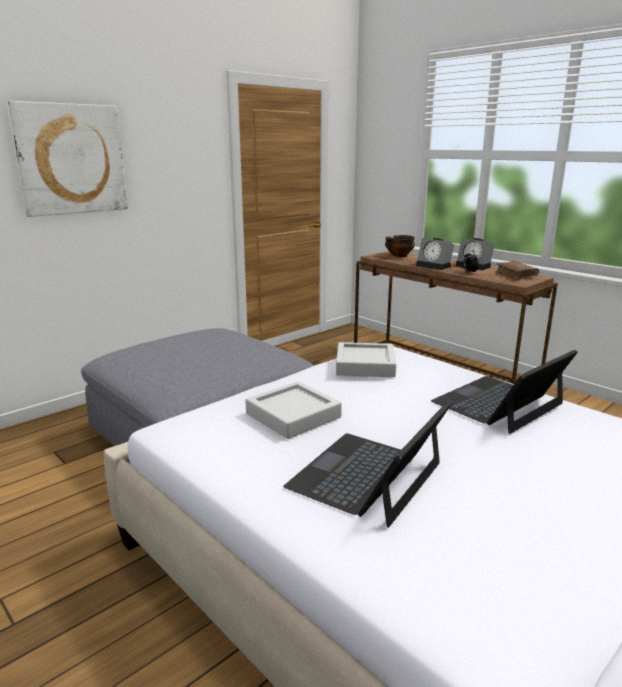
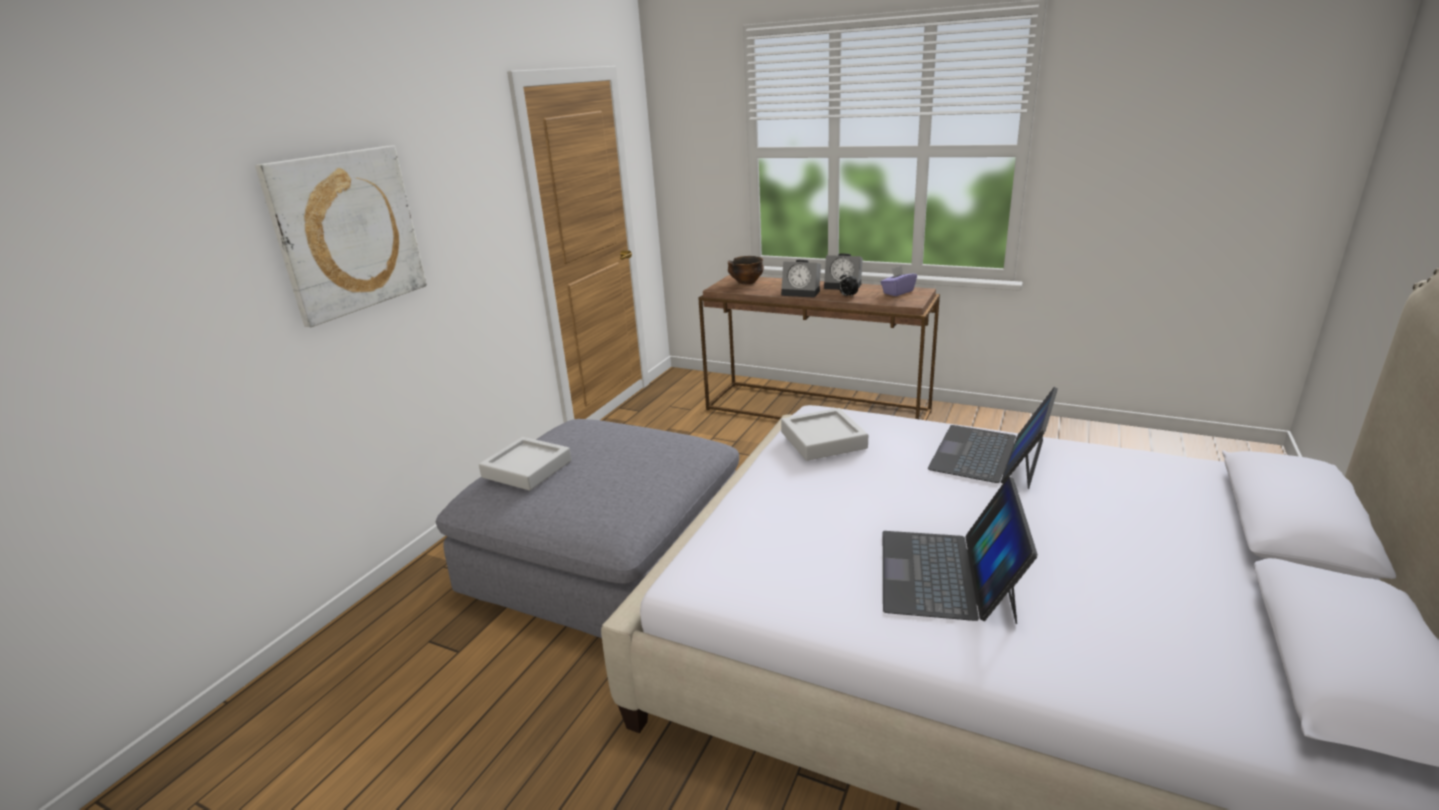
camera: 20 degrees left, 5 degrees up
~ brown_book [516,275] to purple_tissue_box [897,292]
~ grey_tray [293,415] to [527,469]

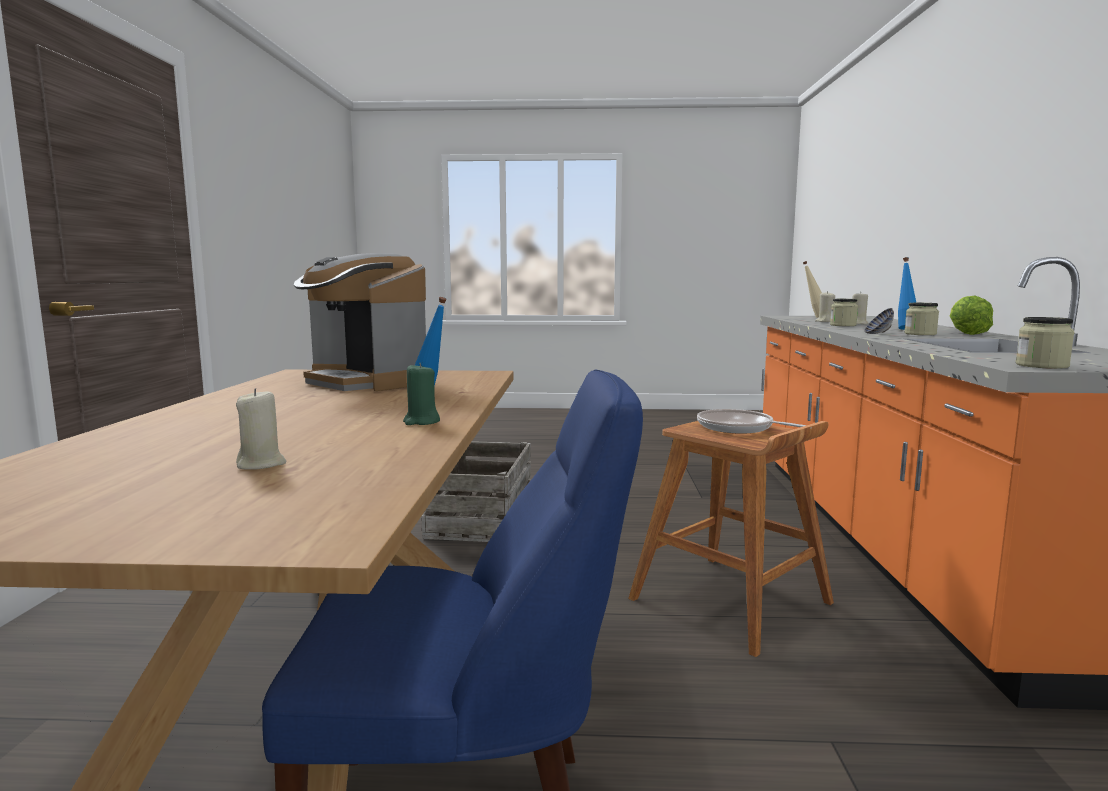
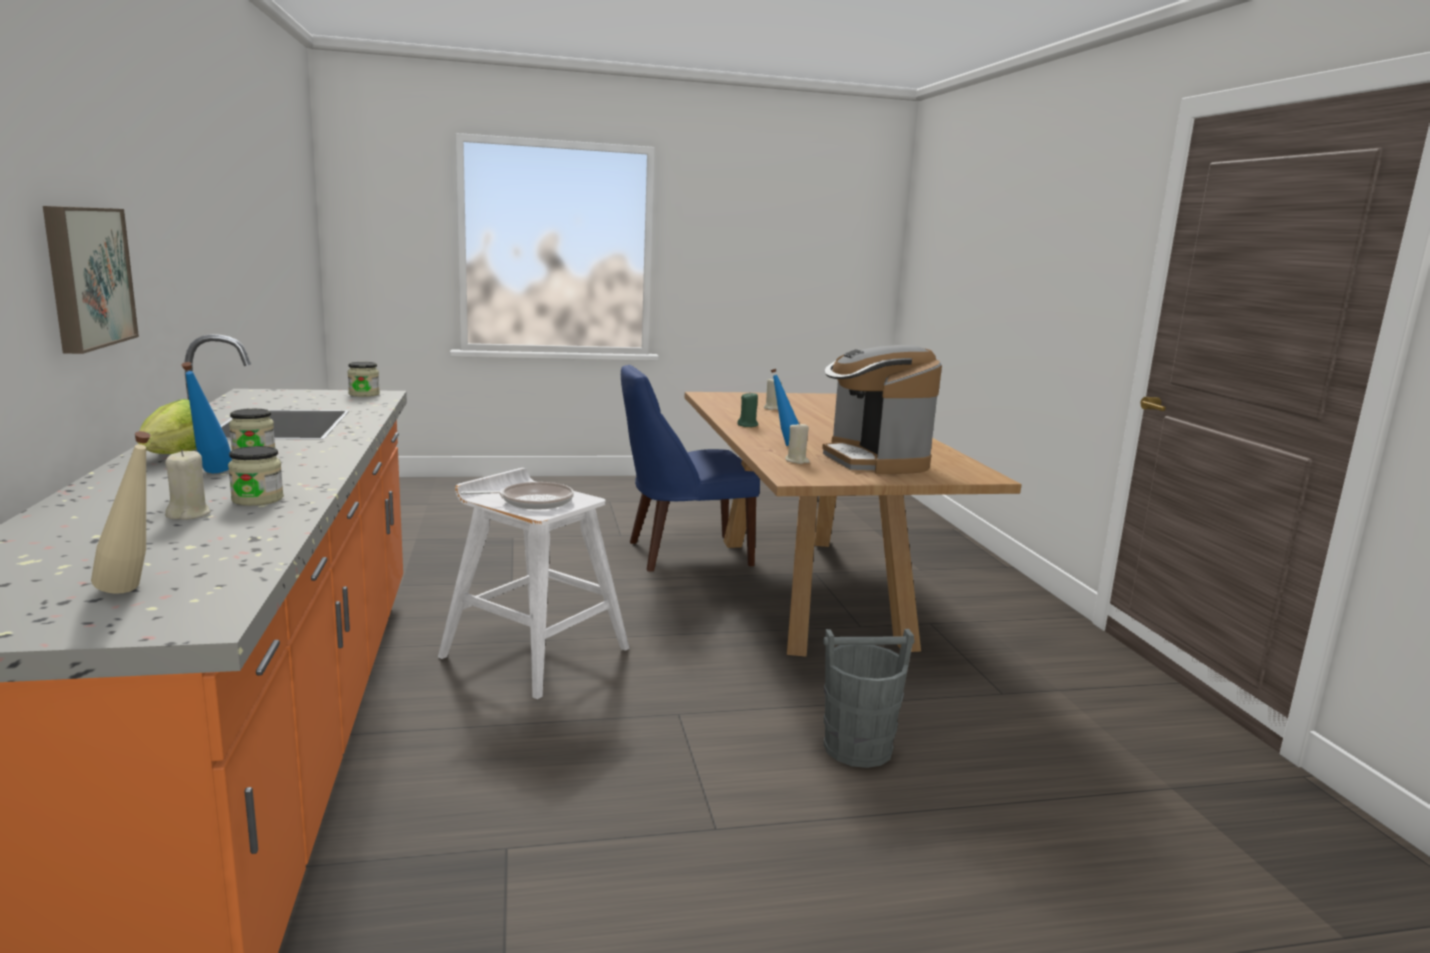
camera: 165 degrees right, 5 degrees up
~ coffee_machine [366,382] = [874,461] 135 degrees counterclockwise
~ beige_candle [825,321] to [797,461]
- bowl [878,334]
~ frying_pan [739,428] = [532,502] 45 degrees counterclockwise
~ brown_stool [732,601] to white_stool [534,652]
~ crate [480,517] to grey_bucket [858,748]
+ picture [85,277]

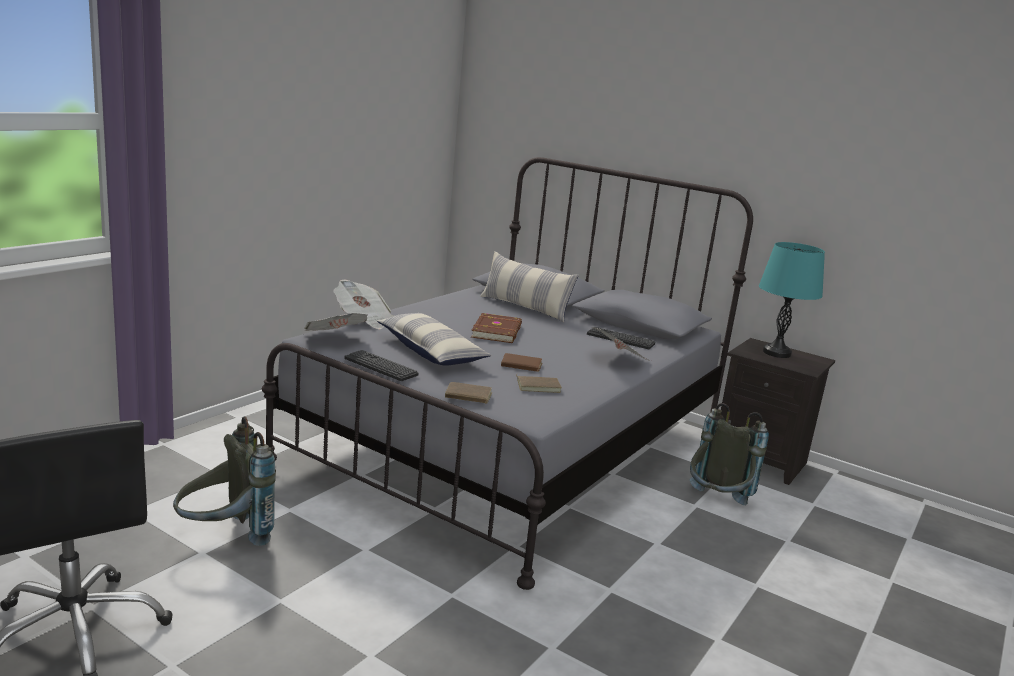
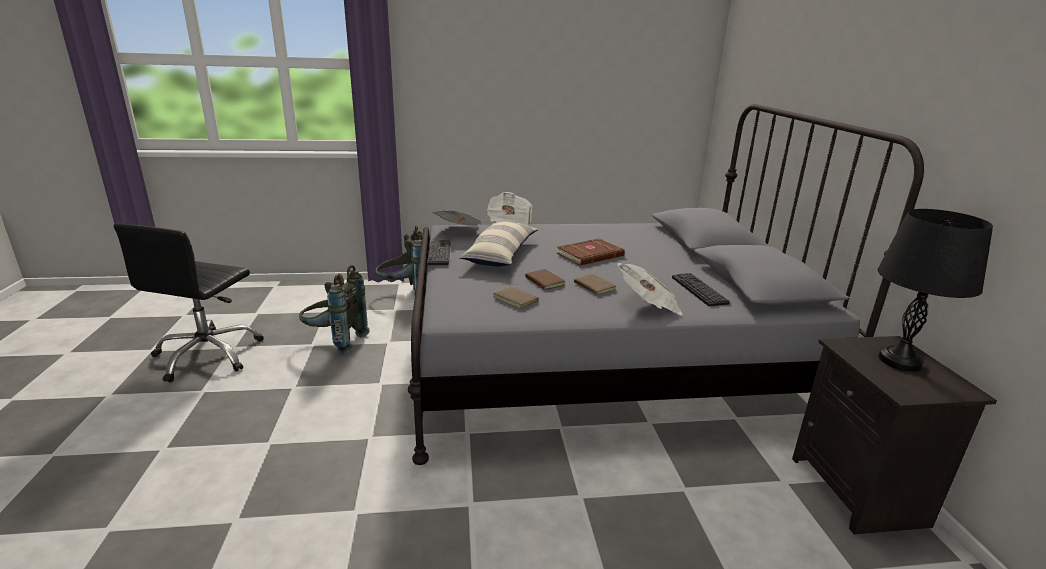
camera: 50 degrees right, 5 degrees up
~ turquoise_table_lamp [776,353] to black_table_lamp [899,361]
- pillow [524,308]
~ brown_book [468,396] to [593,287]
~ grey_backpack [716,505] to [404,293]

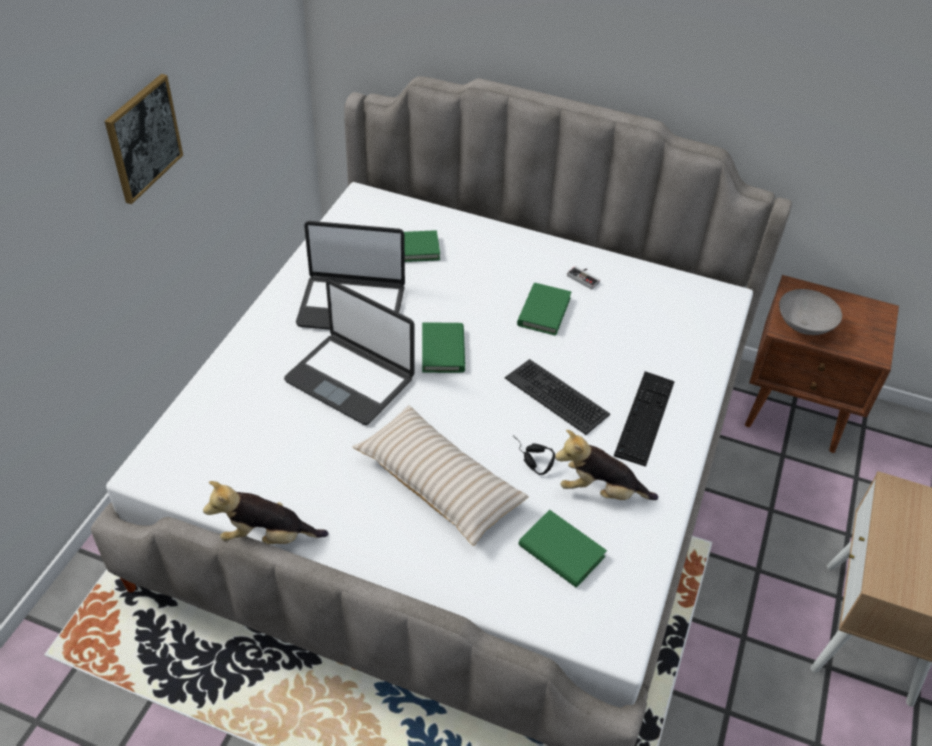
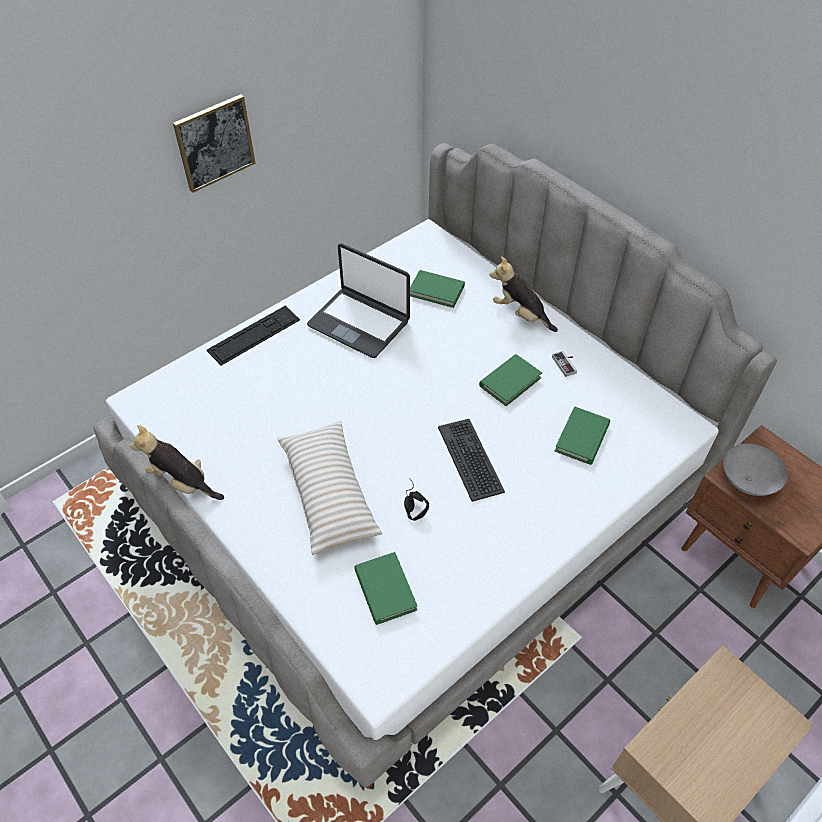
camera: 30 degrees right, 5 degrees up
- laptop [350,379]
~ green_book [443,350] to [582,438]
~ keyboard [645,417] to [254,335]
~ plush_toy [600,491] to [520,314]

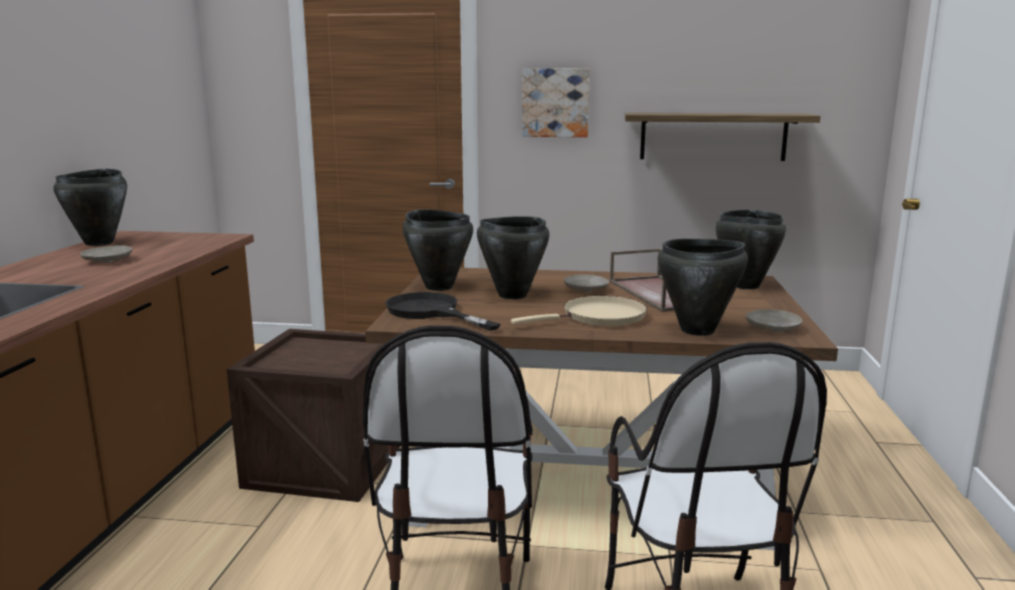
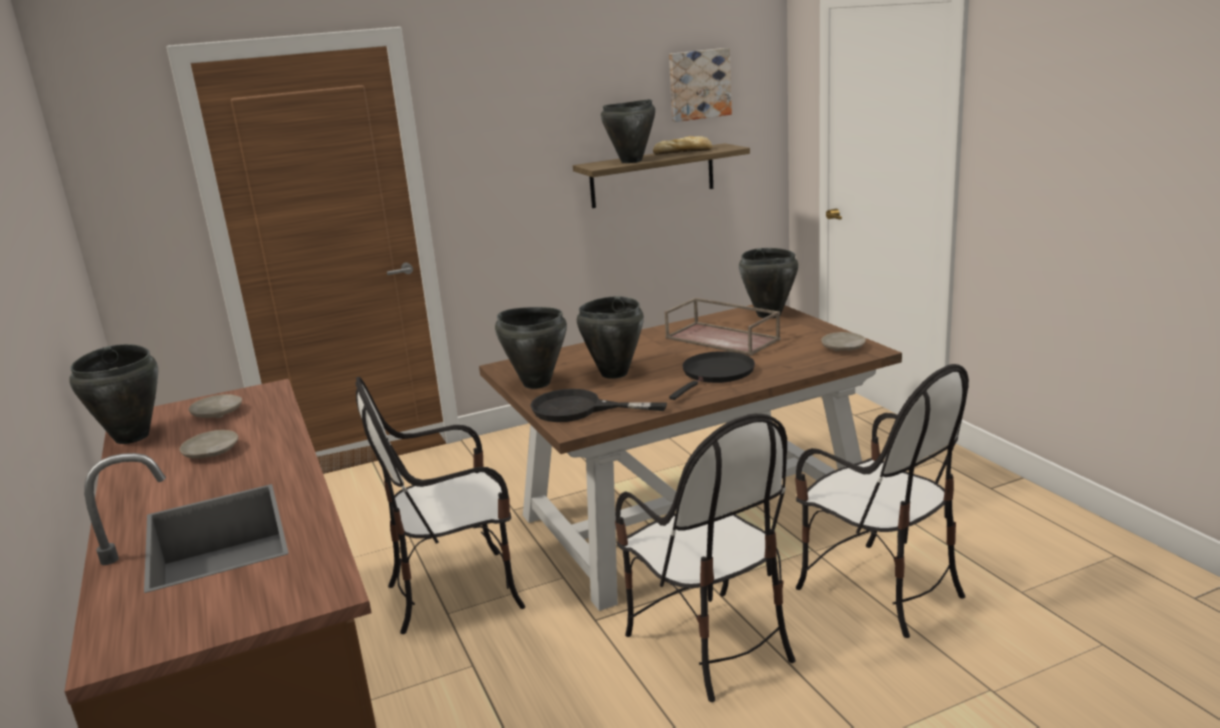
camera: 30 degrees left, 5 degrees up
~ picture [555,102] to [698,84]
~ black_cooking_pot [698,330] to [632,161]
~ beige_plate [586,290] to [218,414]
~ beige_frying_pan [599,317] to black_frying_pan [716,374]
~ crate [325,464] to chair [457,592]
+ bread [684,152]

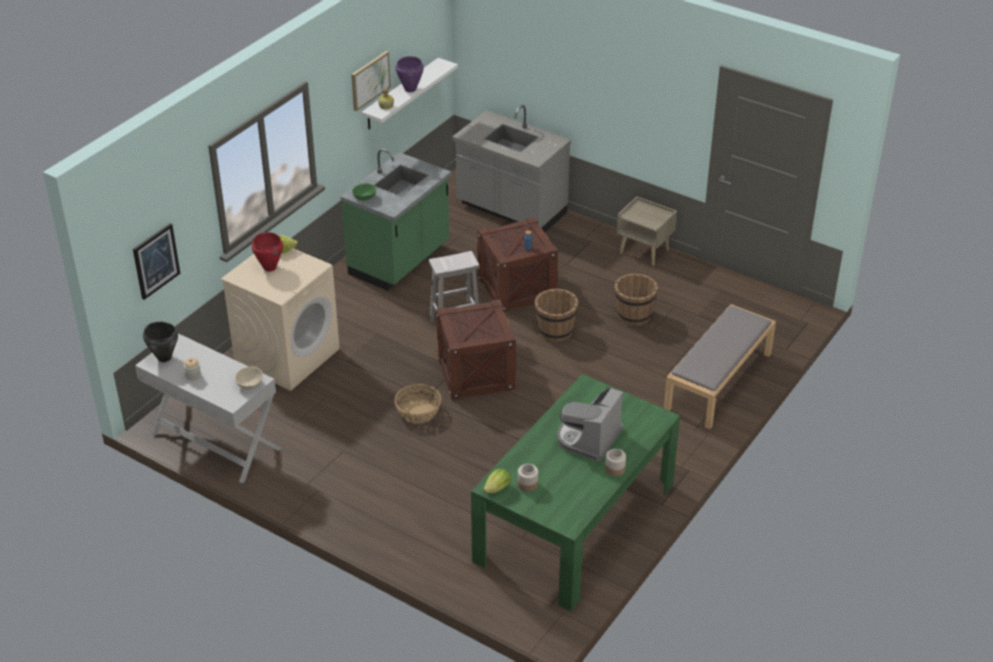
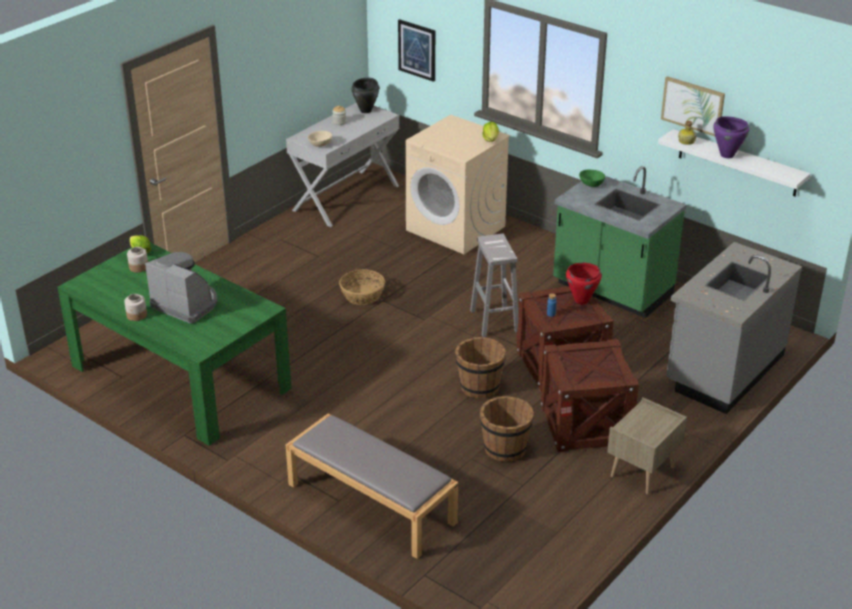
camera: 95 degrees right, 5 degrees down
~ red_cooking_pot [269,268] to [581,300]
~ crate [476,374] to [585,424]

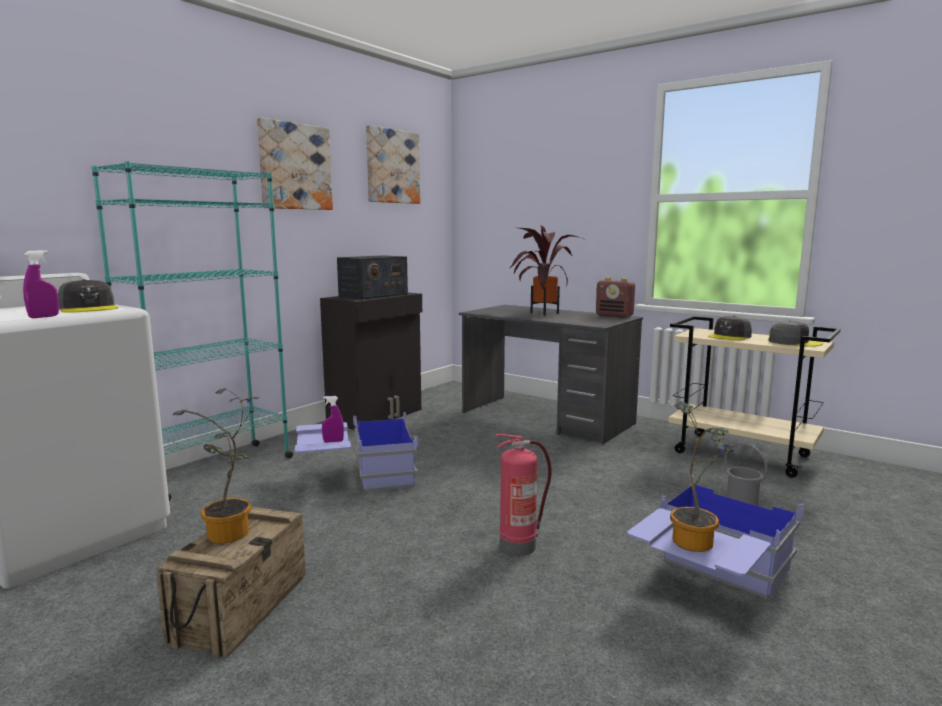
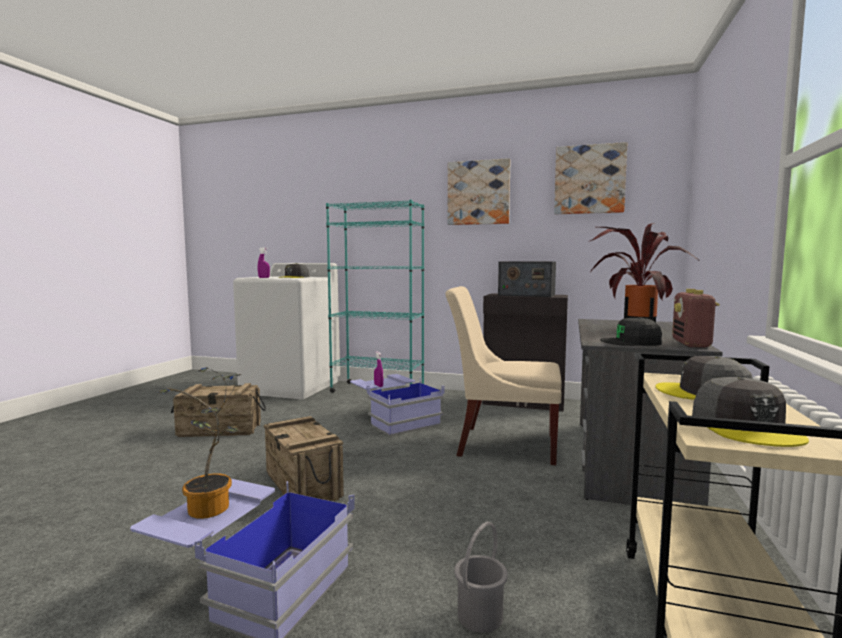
camera: 70 degrees right, 5 degrees down
- potted_plant [230,536]
~ fire_extinguisher [519,546] to crate [303,484]
+ beige_chair [502,444]
+ black_cap [631,342]

